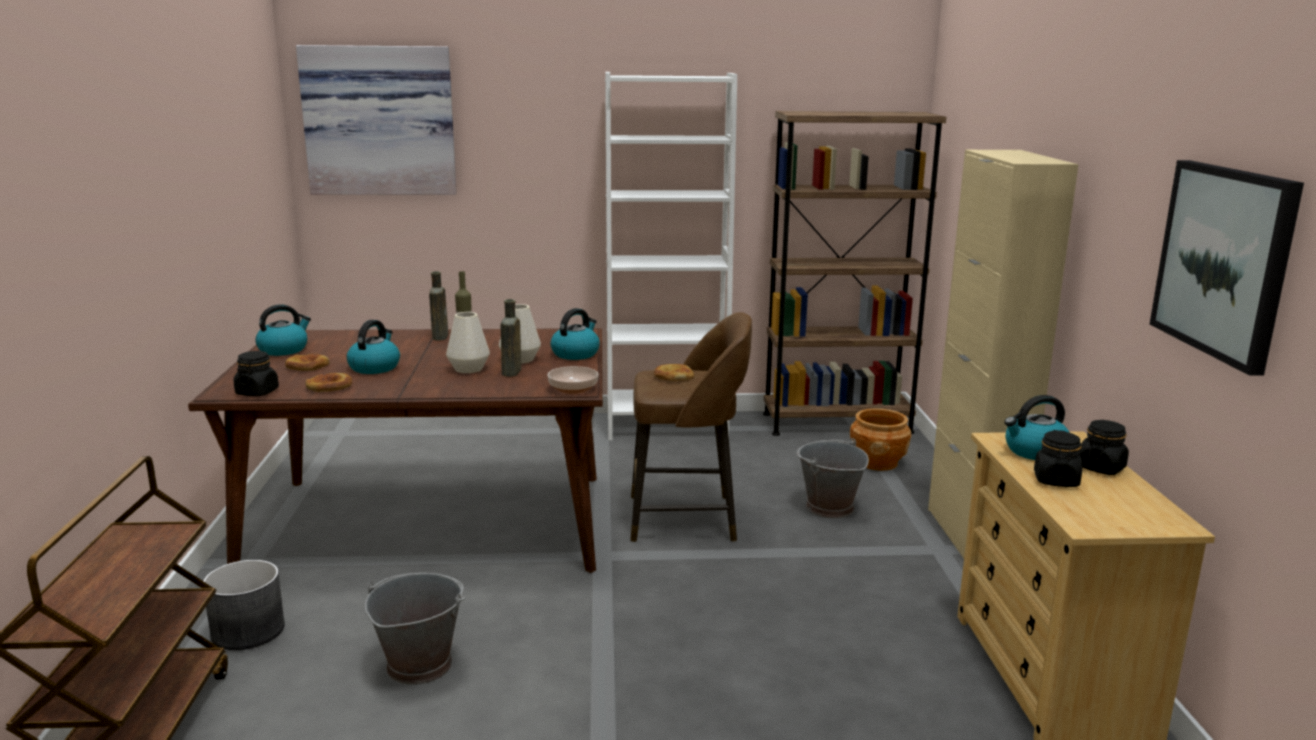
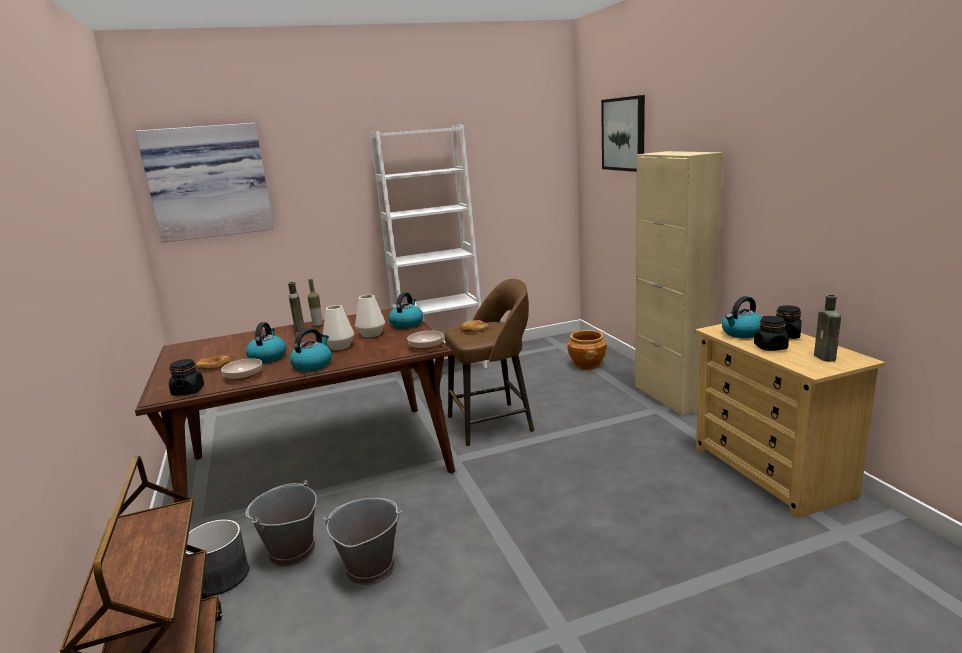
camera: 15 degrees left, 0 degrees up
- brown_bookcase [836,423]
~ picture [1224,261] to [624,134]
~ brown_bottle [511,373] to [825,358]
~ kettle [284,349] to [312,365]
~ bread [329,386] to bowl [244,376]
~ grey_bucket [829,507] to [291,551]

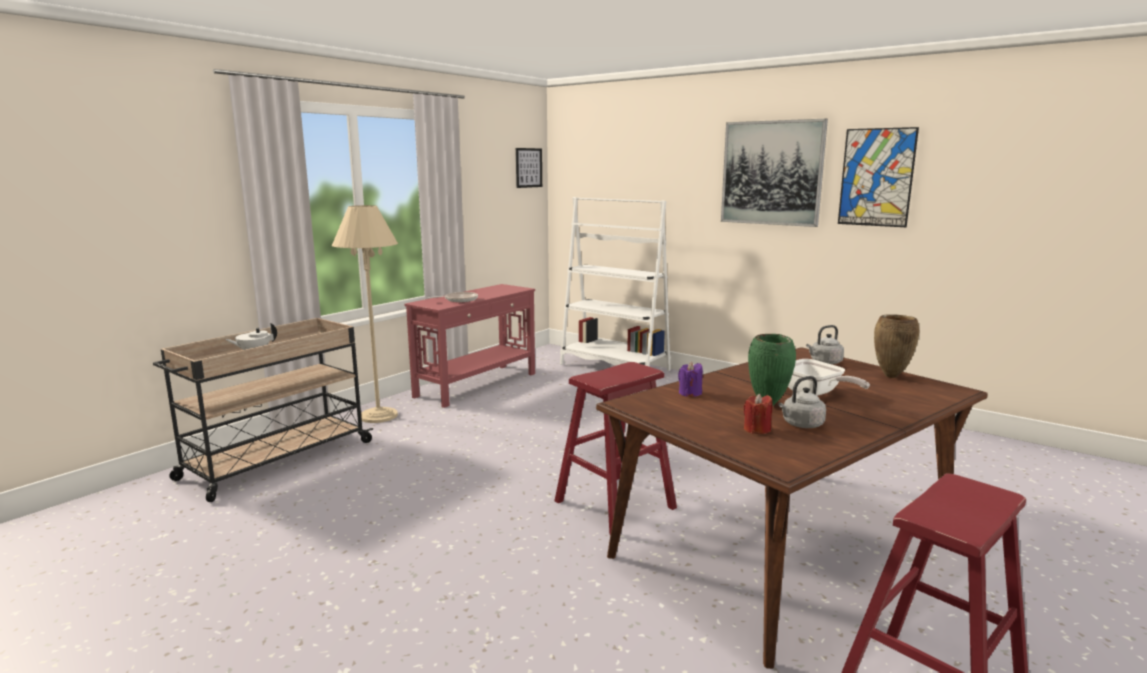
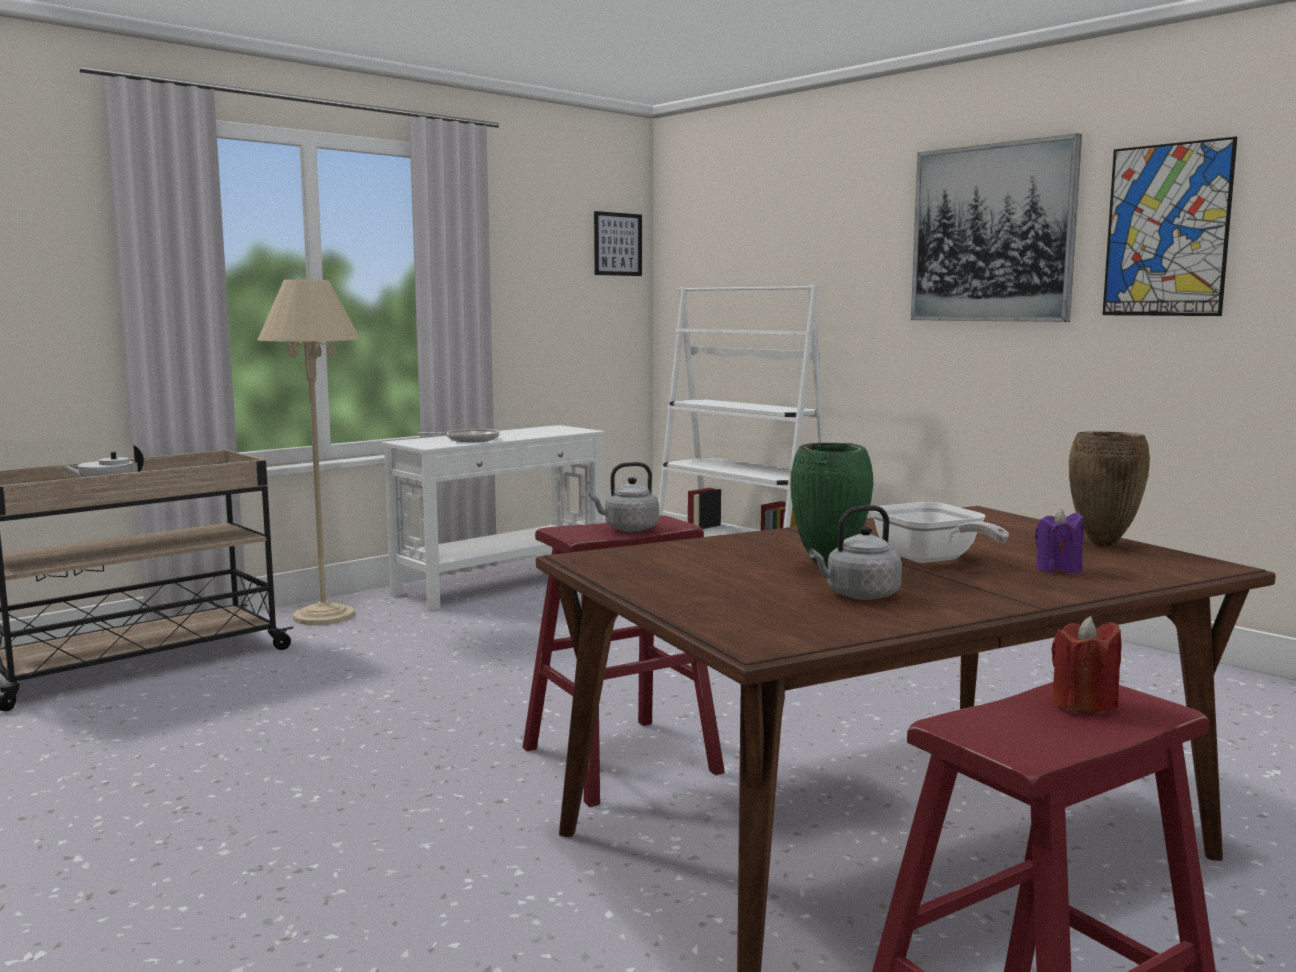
camera: 10 degrees right, 5 degrees down
~ red_console_table [477,385] to white_console_table [502,583]
~ grey_kettle [824,362] to [628,529]
~ purple_candle [690,393] to [1058,570]
~ red_candle [756,429] to [1083,703]

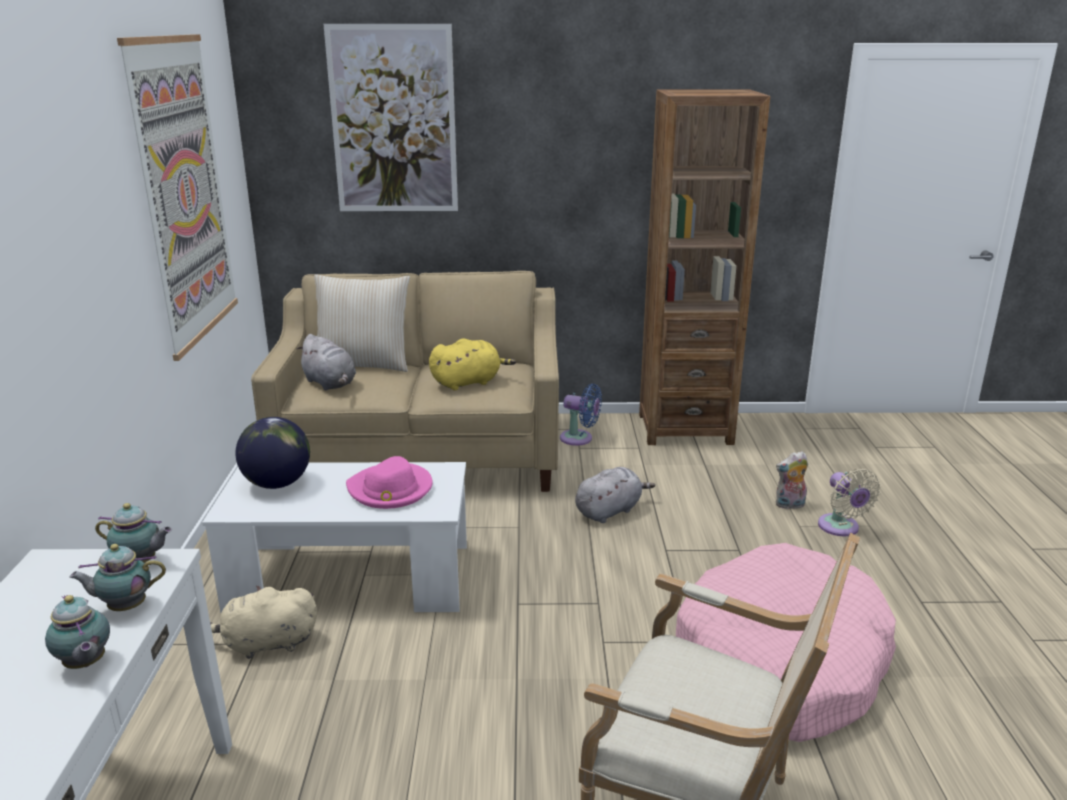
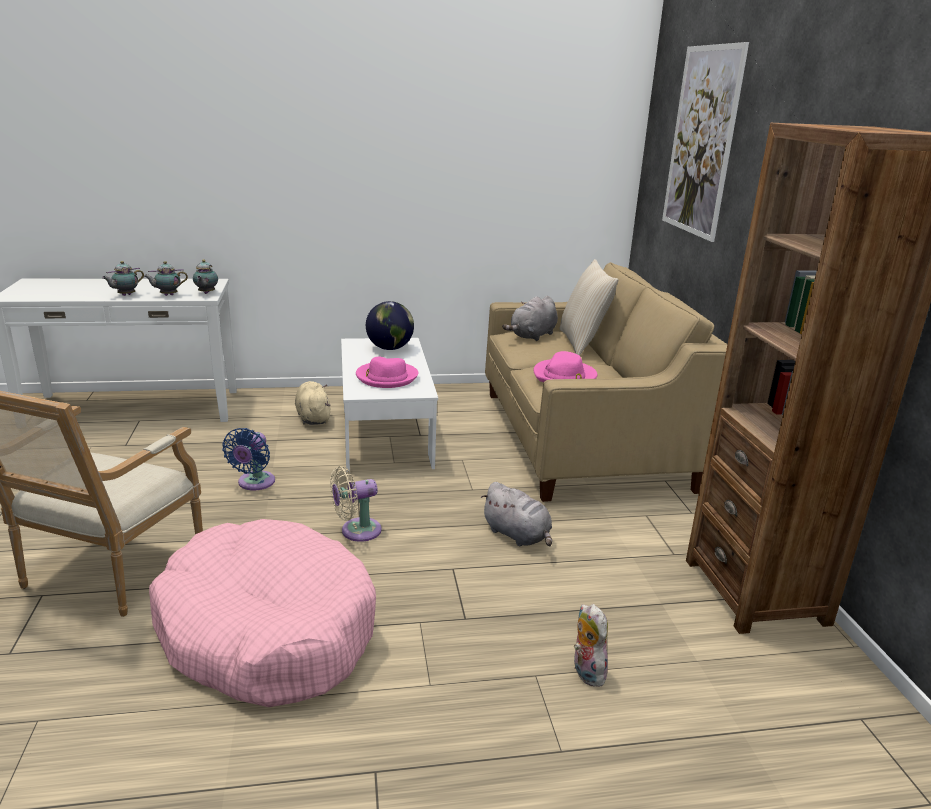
camera: 80 degrees right, 0 degrees up
- picture [184,192]
~ yellow_plush_toy [468,382] to pink_hat [564,376]
~ blue_fan [579,439] to [254,483]
~ beige_fan [840,528] to [356,531]
~ teapot [125,607] = [167,295] 90 degrees counterclockwise

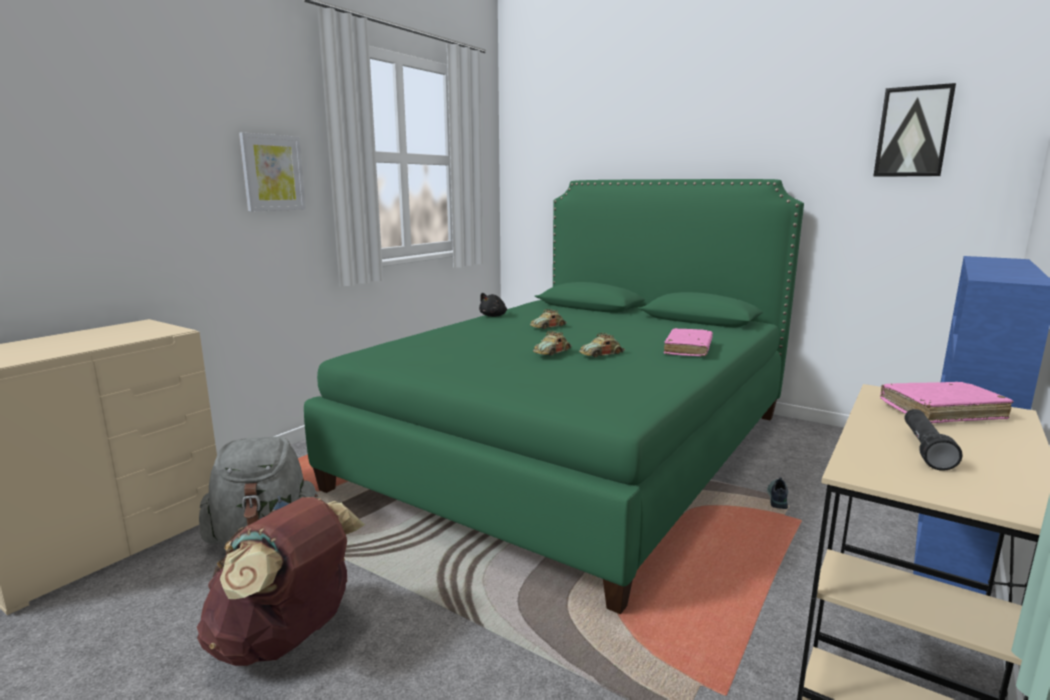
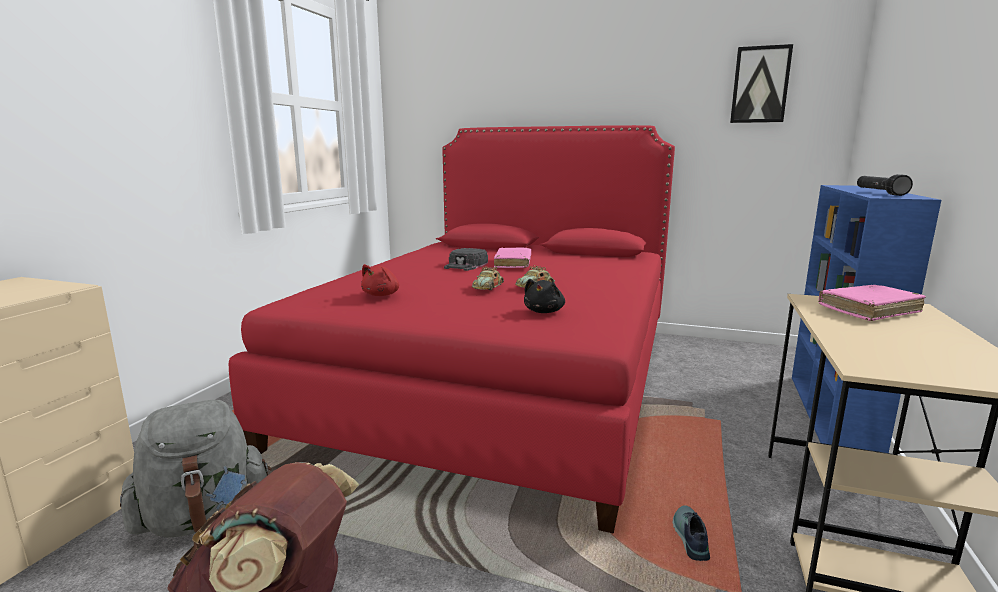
camera: 15 degrees left, 0 degrees up
- picture [272,173]
~ green_bed [577,448] to red_bed [500,380]
~ black_plush_toy [494,316] to [544,311]
~ toy_car [548,327] to black_cap [466,265]
~ pink_book [688,349] to [513,264]
~ black_flashlight [925,449] to [879,193]
~ shoe [776,497] to [689,537]
+ red_plush_toy [382,295]

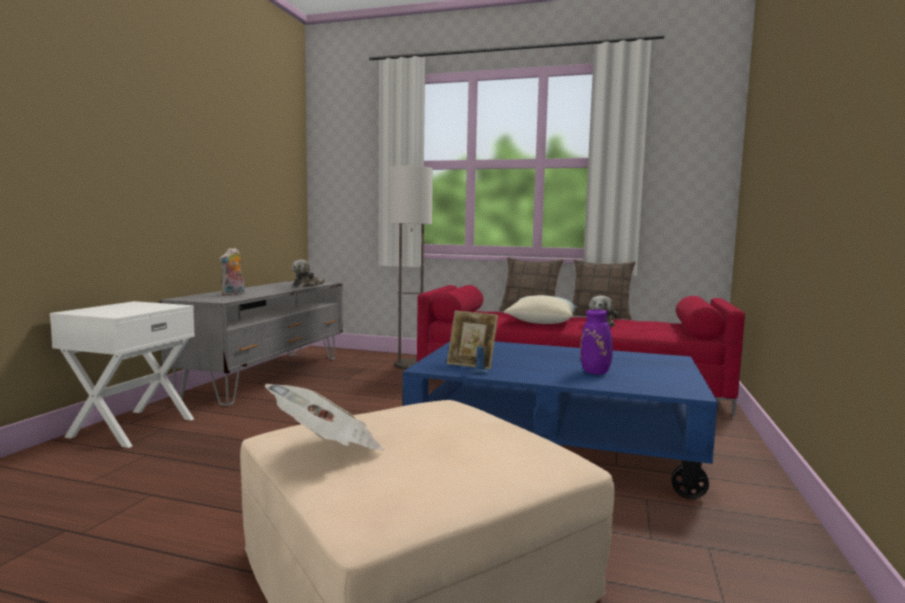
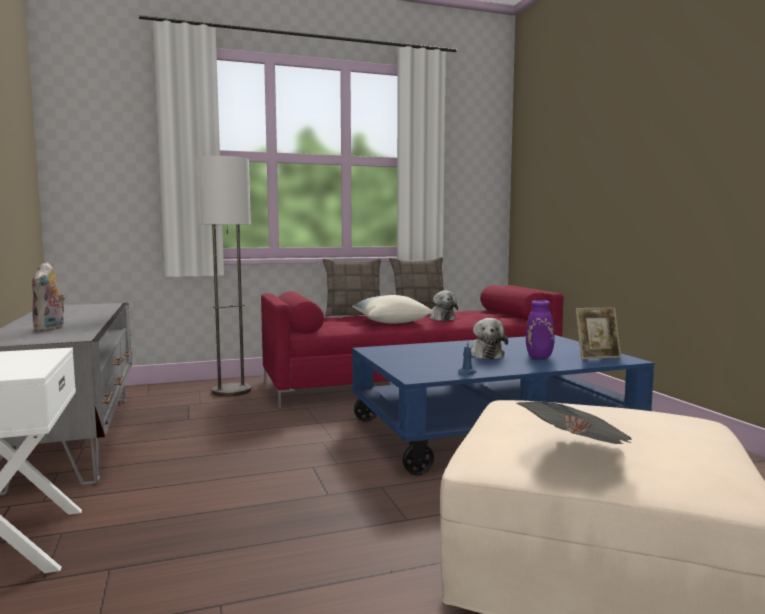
camera: 35 degrees left, 0 degrees up
~ plush_toy [307,286] to [486,354]
~ picture_frame [471,365] to [597,357]

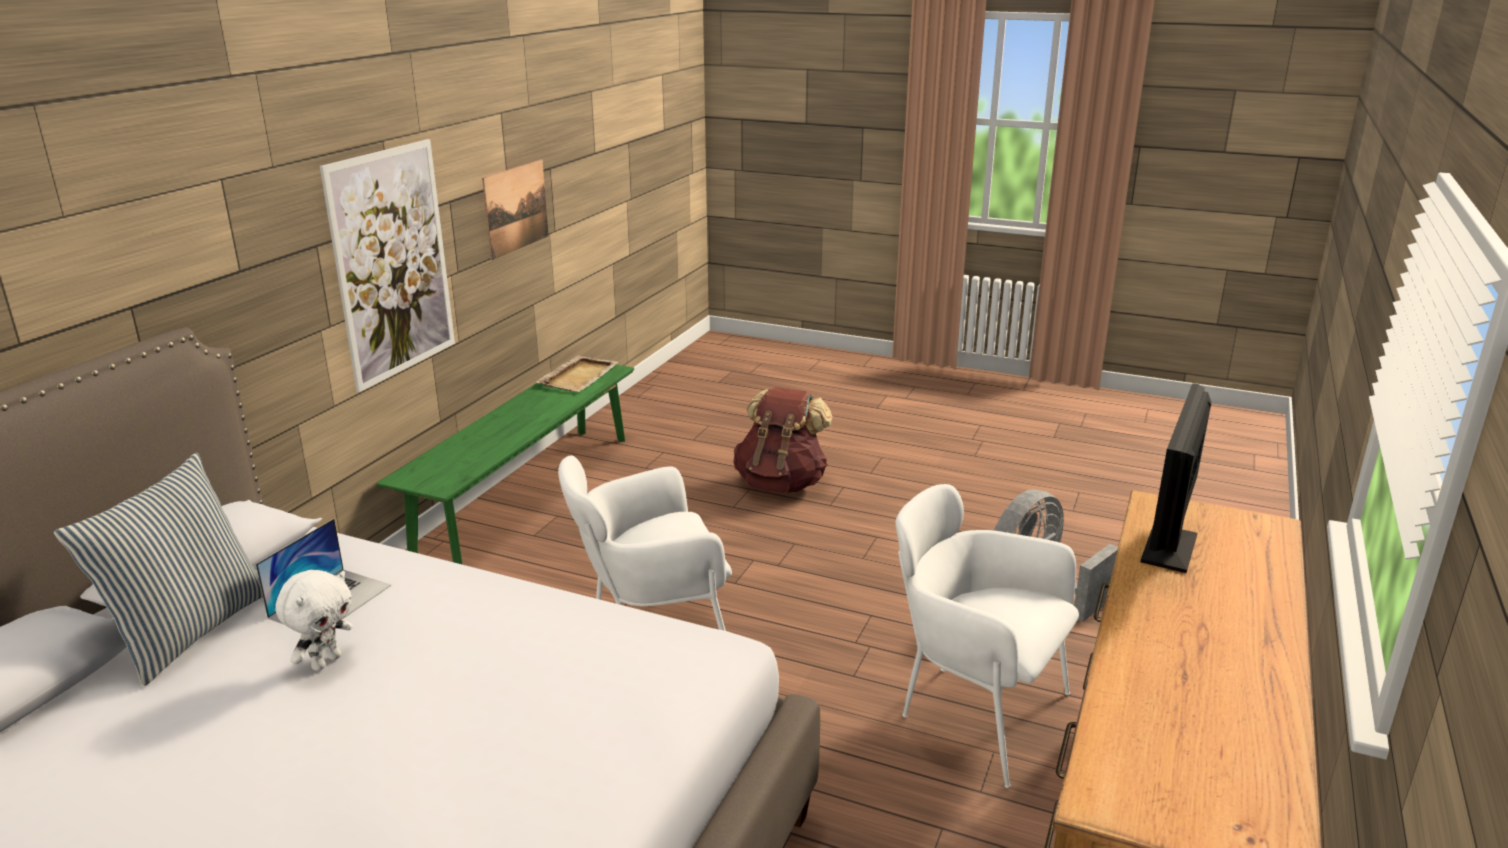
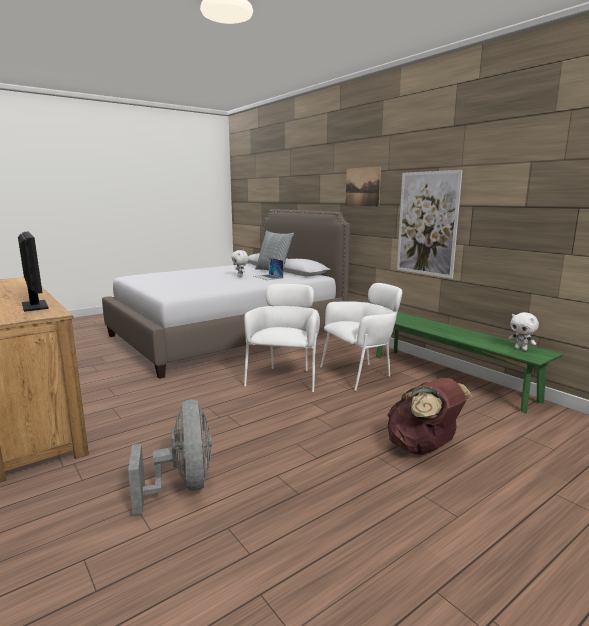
camera: 120 degrees right, 10 degrees down
~ picture [516,208] to [362,187]
~ beige_tray [579,376] to white_plush_toy [521,349]
~ white_armchair [973,712] to [360,373]

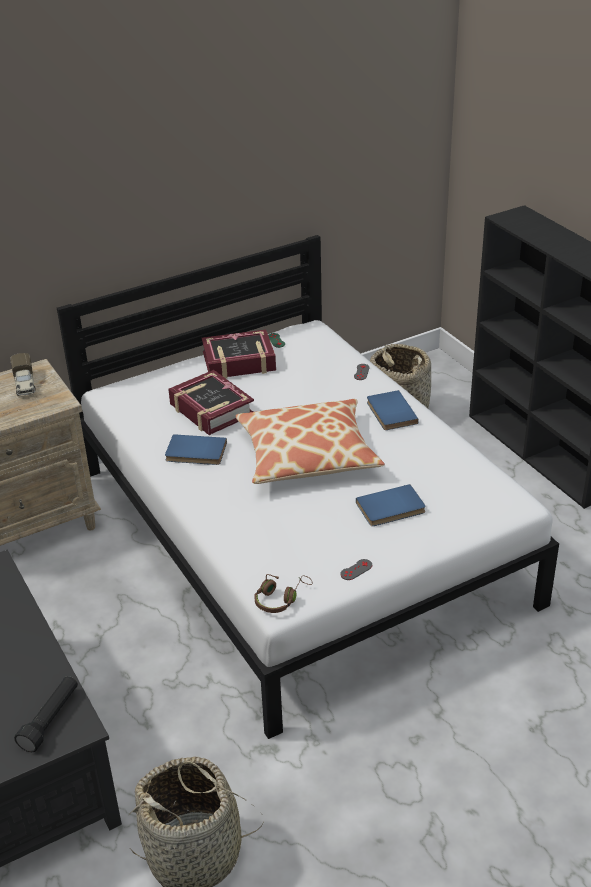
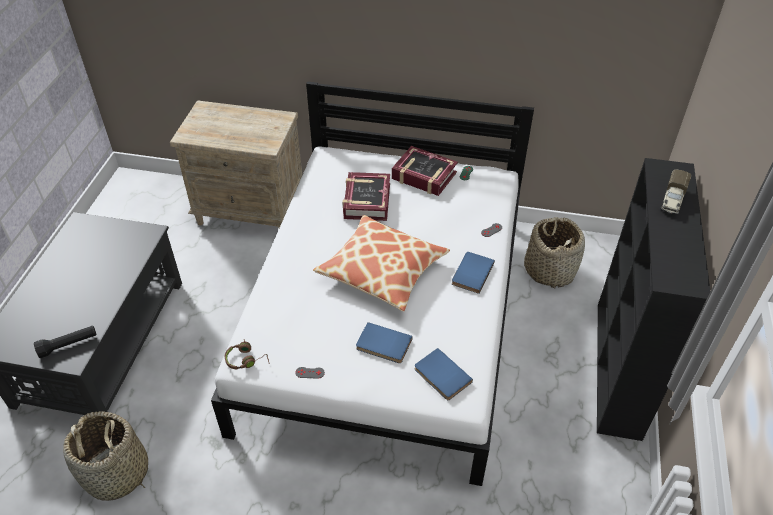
camera: 40 degrees right, 10 degrees up
~ toy_truck [25,384] to [672,200]
~ blue_book [195,453] to [441,376]

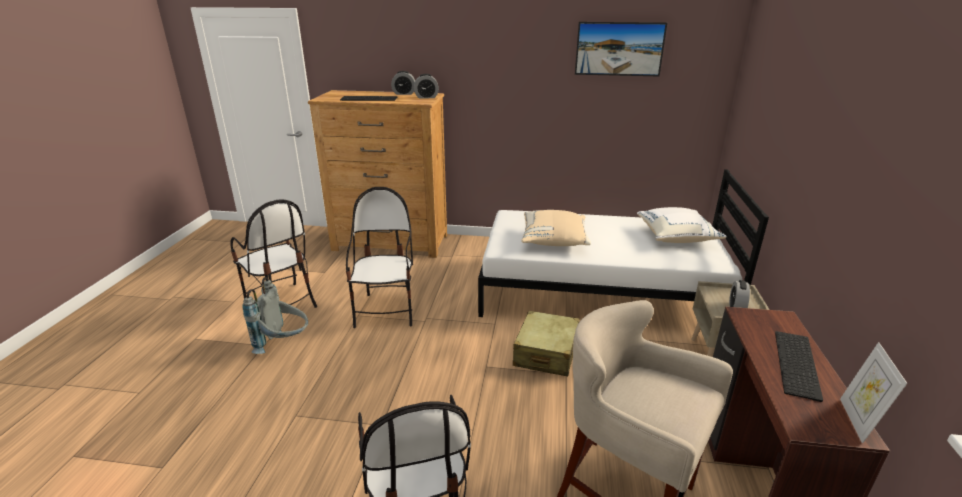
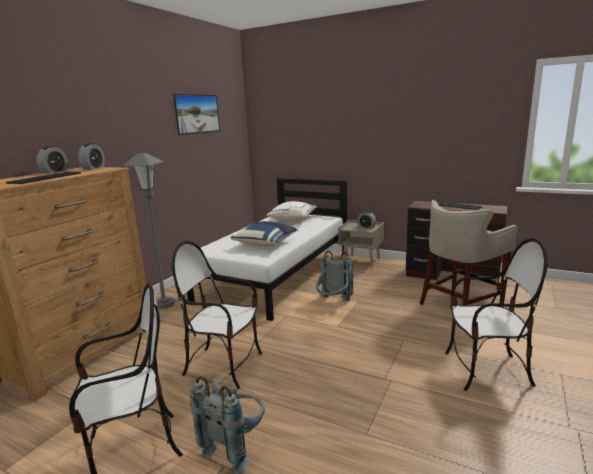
camera: 70 degrees left, 10 degrees down
~ beige_pillow [554,241] to blue_pillow [266,244]
~ beige_suitcase [546,353] to grey_backpack [333,303]
- picture_frame [857,421]
+ grey_floor_lamp [164,304]

